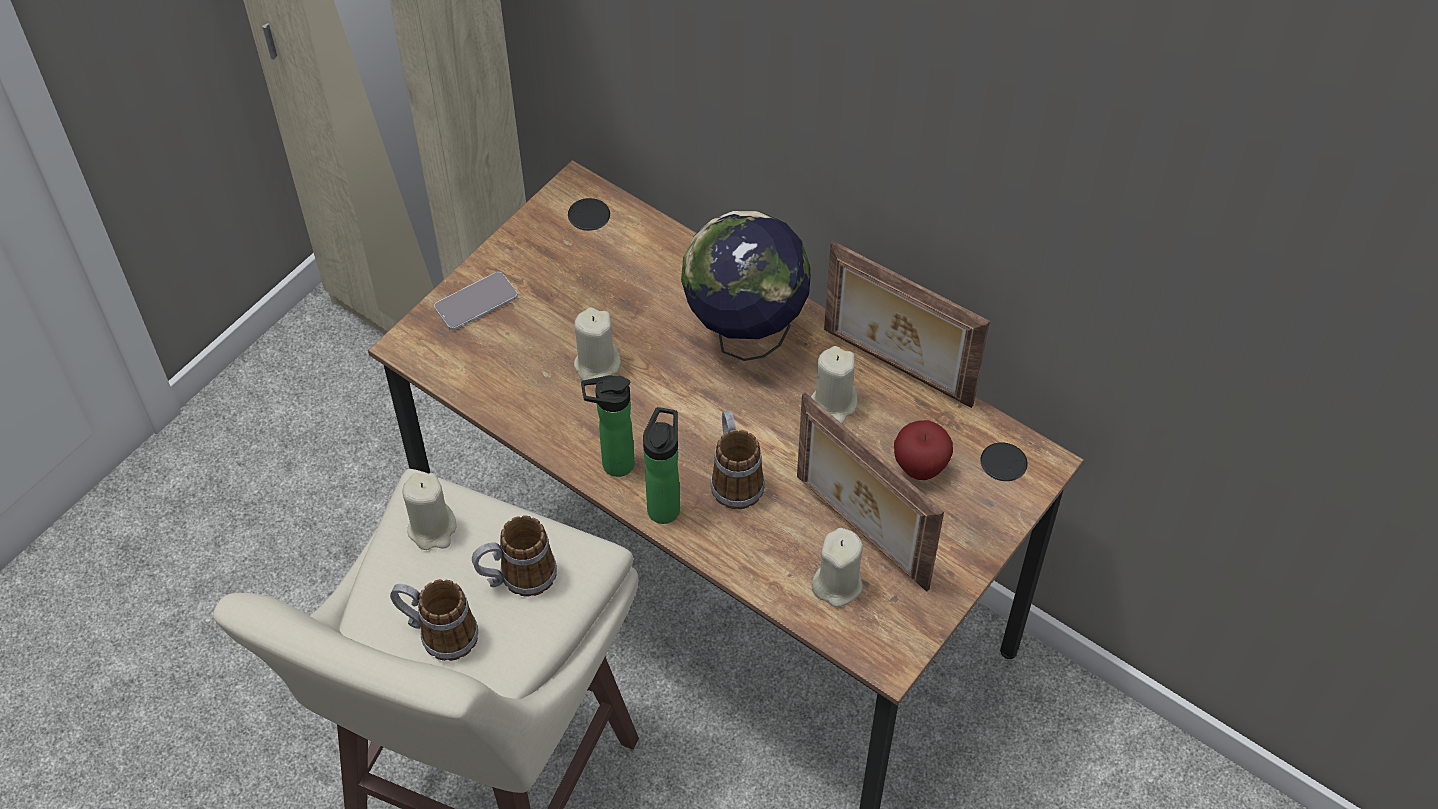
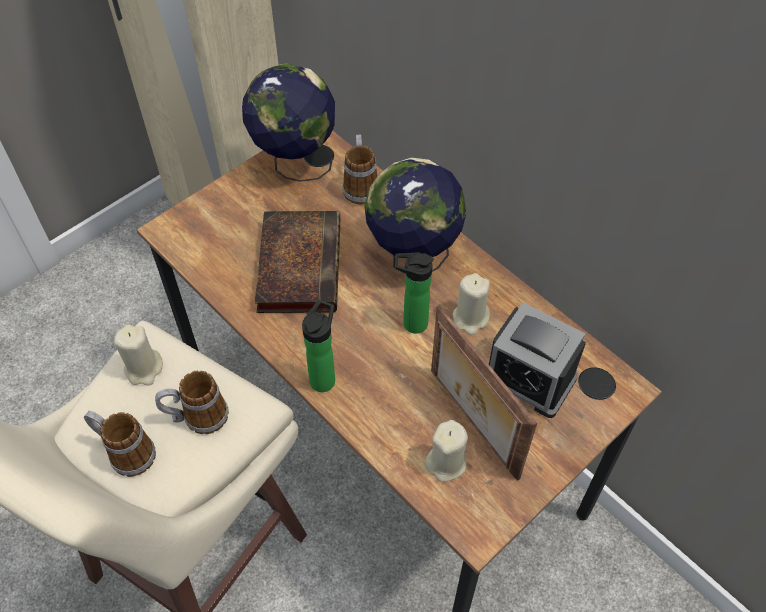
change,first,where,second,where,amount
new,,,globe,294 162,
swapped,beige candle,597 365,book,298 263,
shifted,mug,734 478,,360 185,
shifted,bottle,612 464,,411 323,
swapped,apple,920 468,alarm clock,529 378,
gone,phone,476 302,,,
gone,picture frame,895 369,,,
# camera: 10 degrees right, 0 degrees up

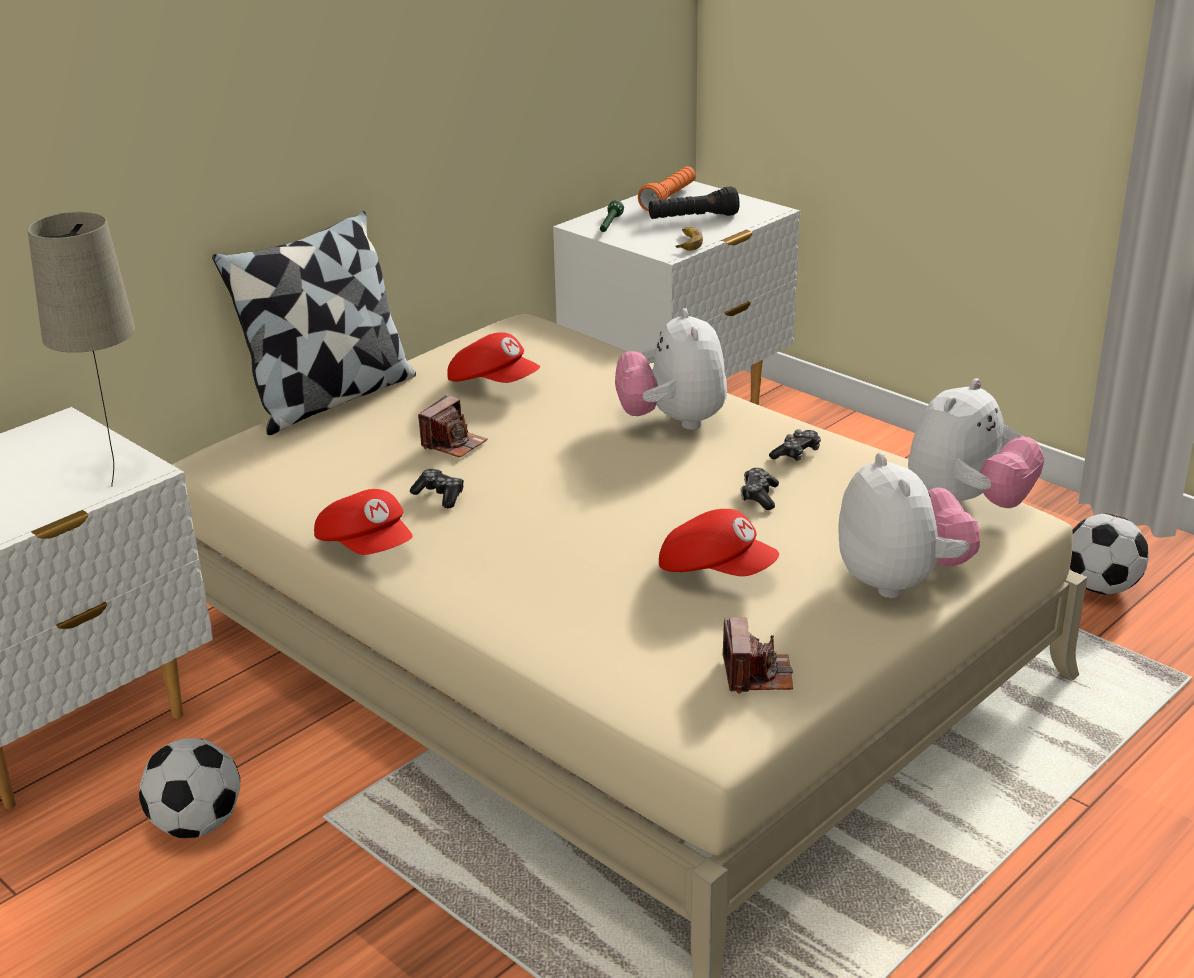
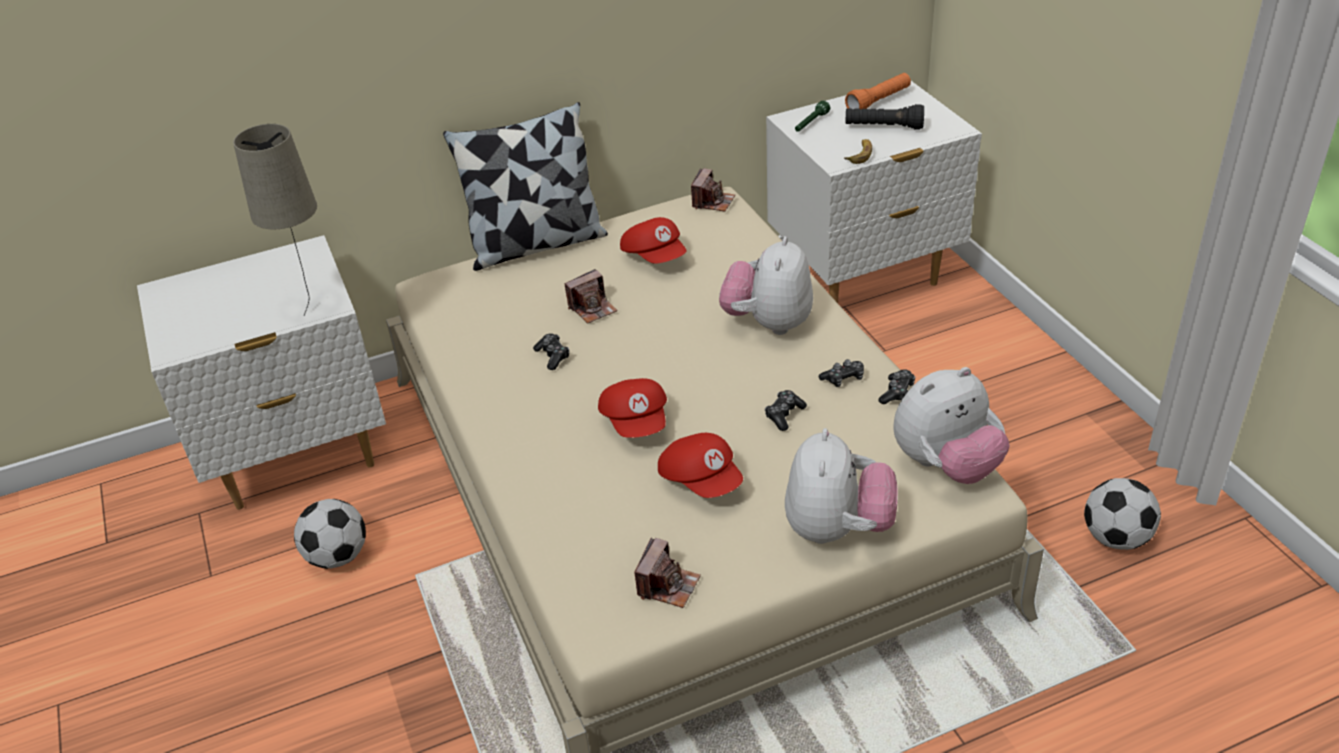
change,first,where,second,where,amount
shifted,red cap,367 547,,637 422,
new,,,photo camera,713 202,
new,,,game controller,897 392,
# camera: 25 degrees right, 10 degrees up

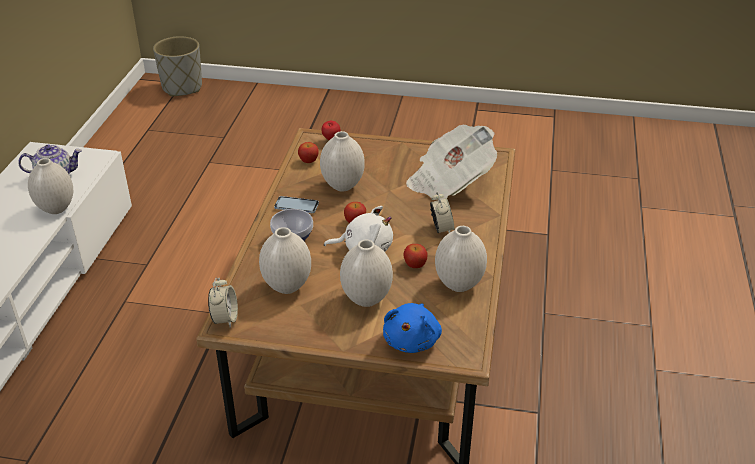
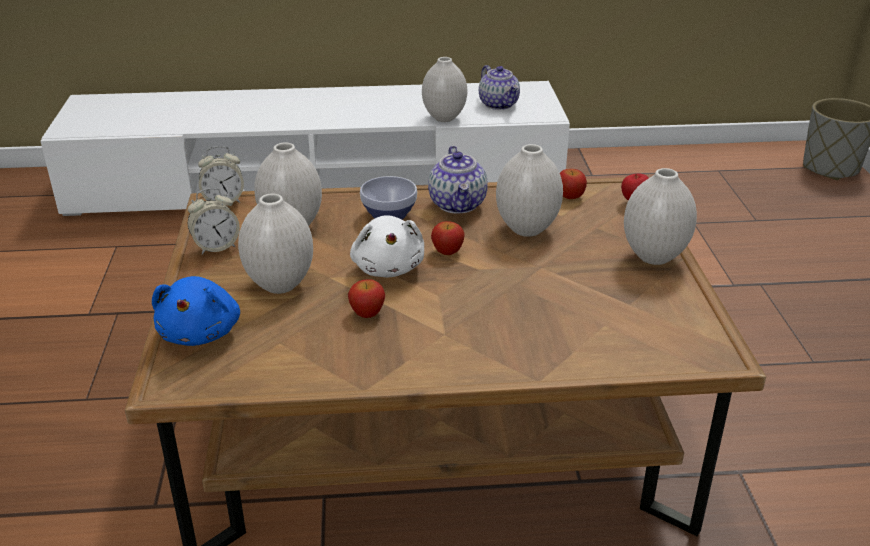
change,first,where,second,where,amount
rotated,blue plush toy,412 340,,201 333,90 degrees counterclockwise
shifted,alarm clock,441 229,,216 247,
swapped,phone,296 206,teapot,458 204,
shifted,white vase,459 285,,654 257,
gone,newspaper,449 181,,,
# camera: 75 degrees right, 5 degrees down

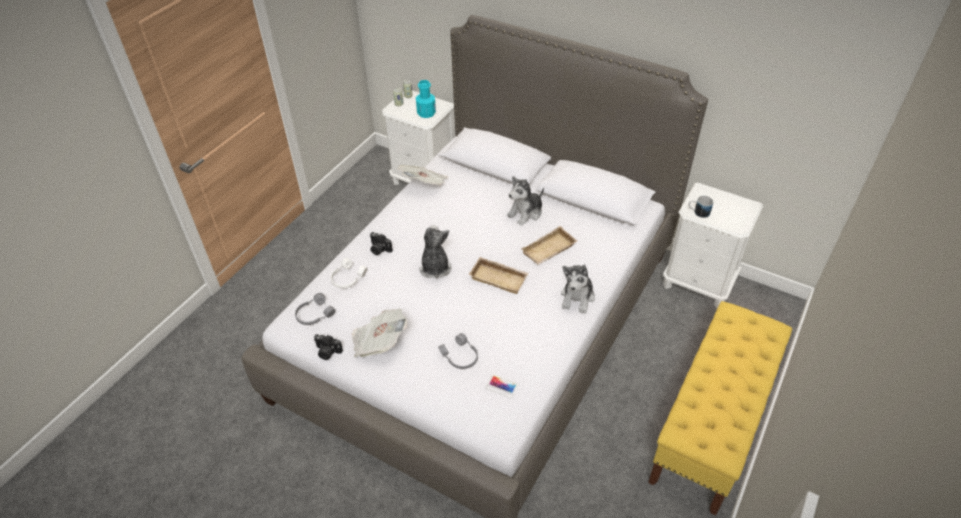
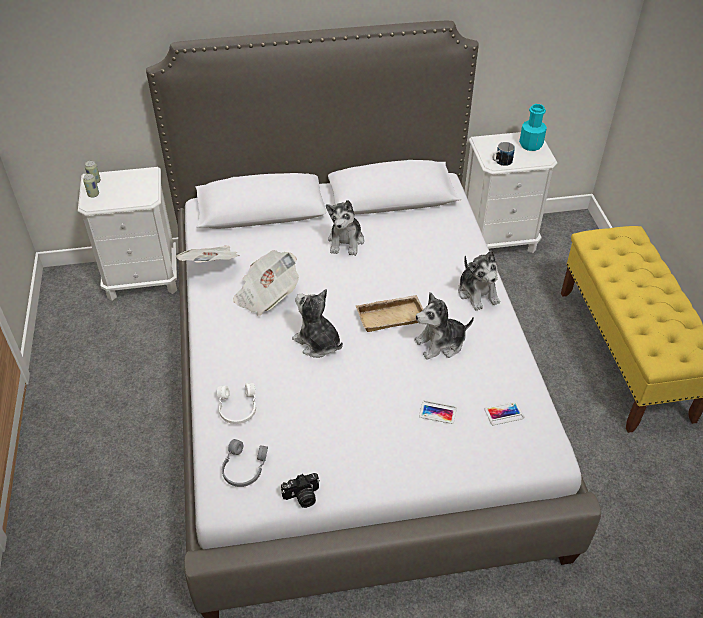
change,first,where,second,where,amount
shifted,newspaper,379 342,,266 295,
new,,,plush toy,441 344,
swapped,grey headphones,460 356,phone,437 412,
shifted,turquoise bottle,426 113,,530 145,
gone,photo camera,379 249,,,
gone,beige tray,549 250,,,
# camera: 40 degrees left, 0 degrees up

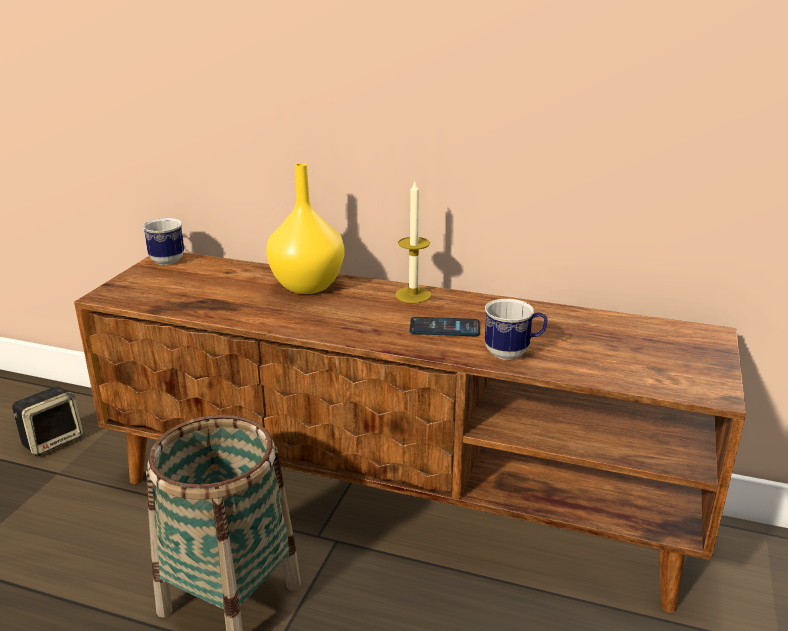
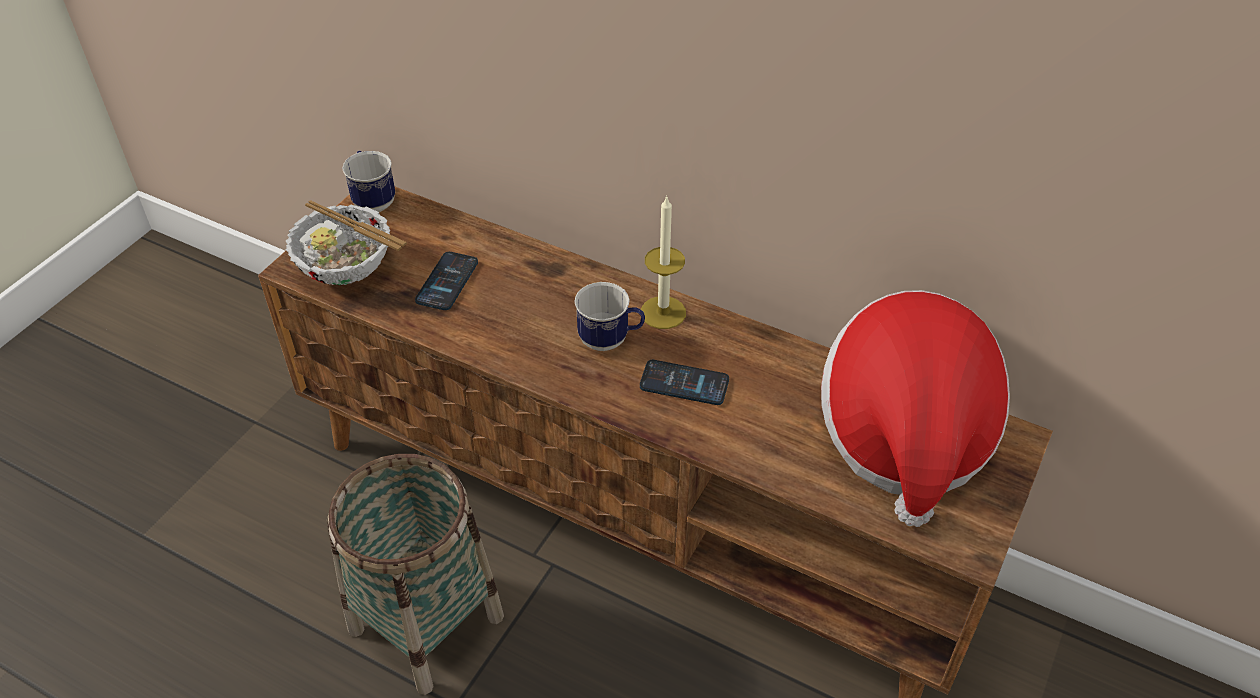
change,first,where,second,where,amount
new,,,bowl,347 268,
new,,,phone,447 282,
shifted,mug,513 353,,610 341,
new,,,hat,904 435,
gone,speaker,53 441,,,
gone,yellow vase,306 285,,,
# camera: 10 degrees right, 20 degrees up

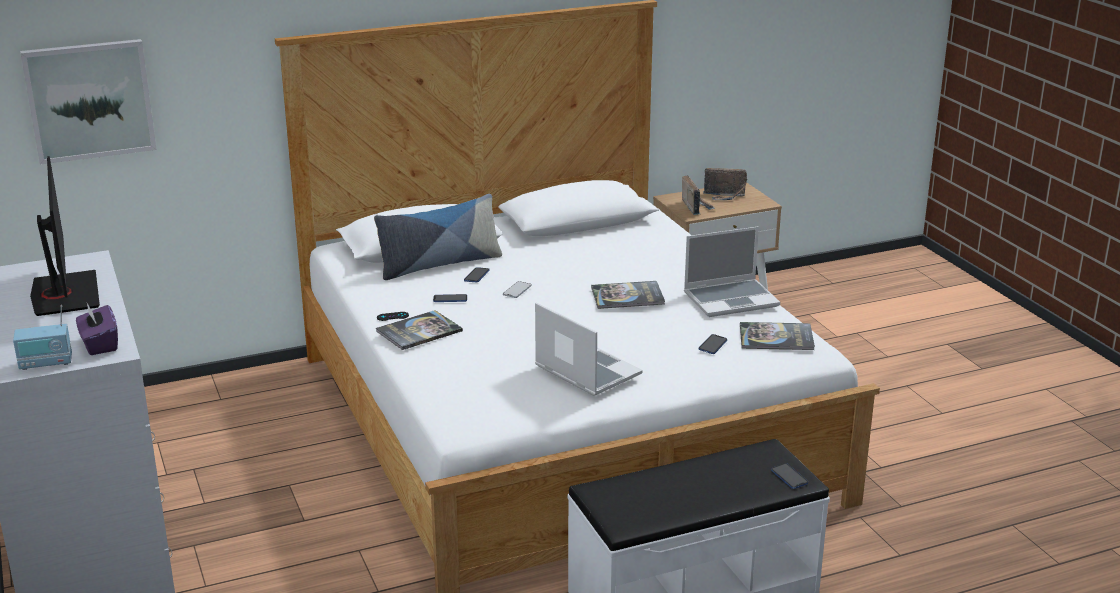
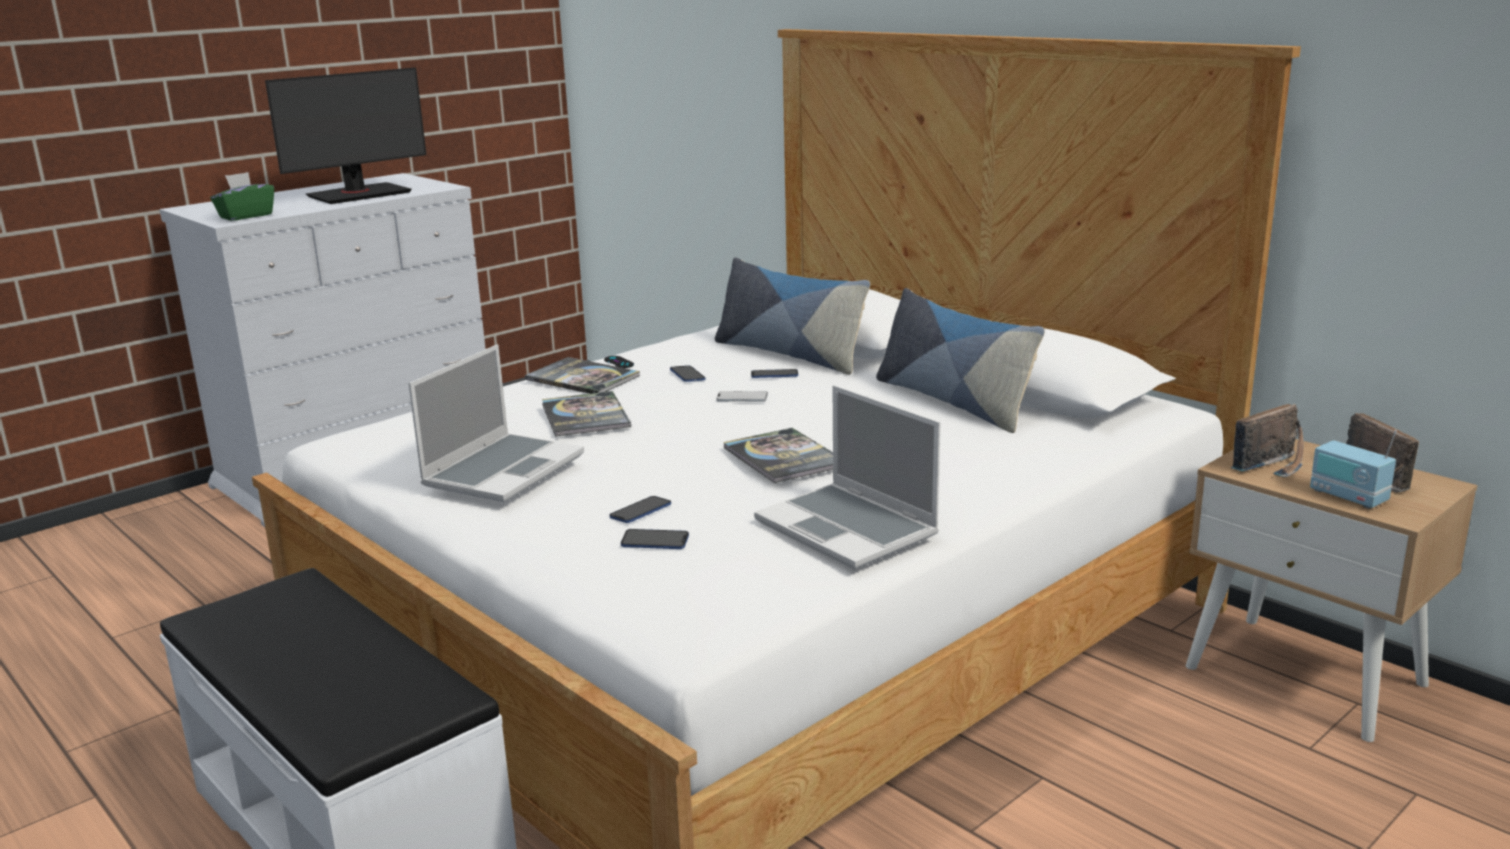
change,first,where,second,where,amount
repainted,purple tissue box,99 344,green tissue box,246 216,
shifted,book,776 337,,585 416,
shifted,phone,789 477,,640 511,
new,,,pillow,953 401,
shifted,radio,46 363,,1348 497,
gone,picture,89 100,,,
# camera: 70 degrees right, 5 degrees down

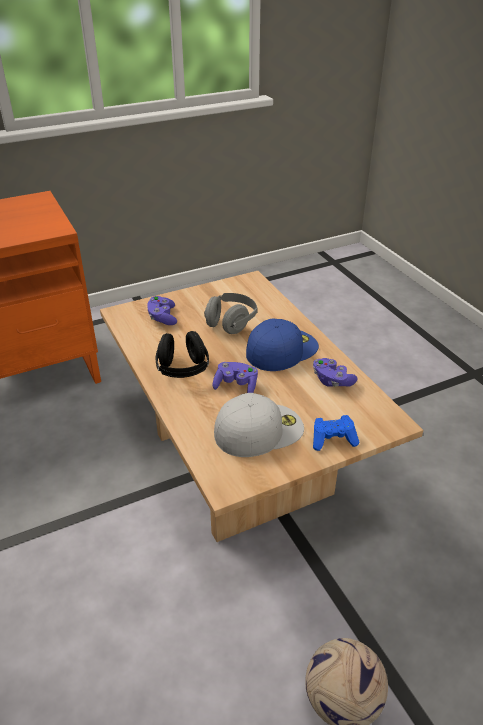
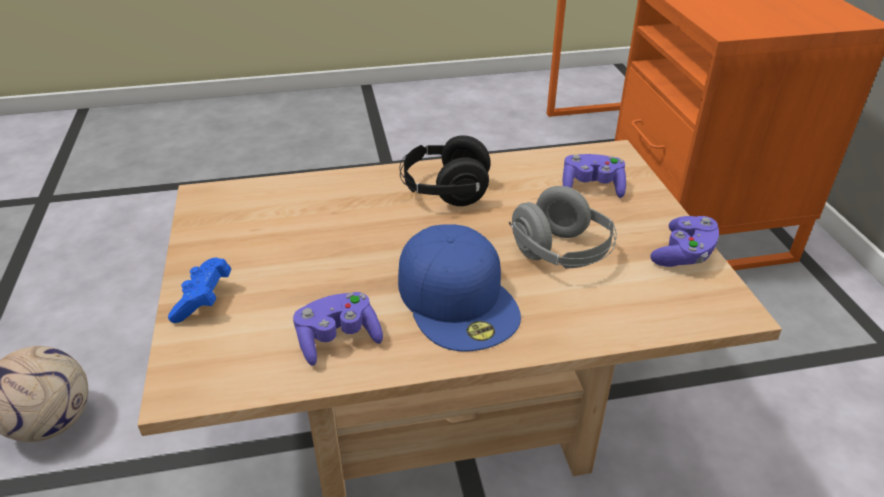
change,first,where,second,where,amount
shifted,purple game controller,236 385,,683 255,
gone,white cap,259 429,,,
# camera: 105 degrees right, 0 degrees up

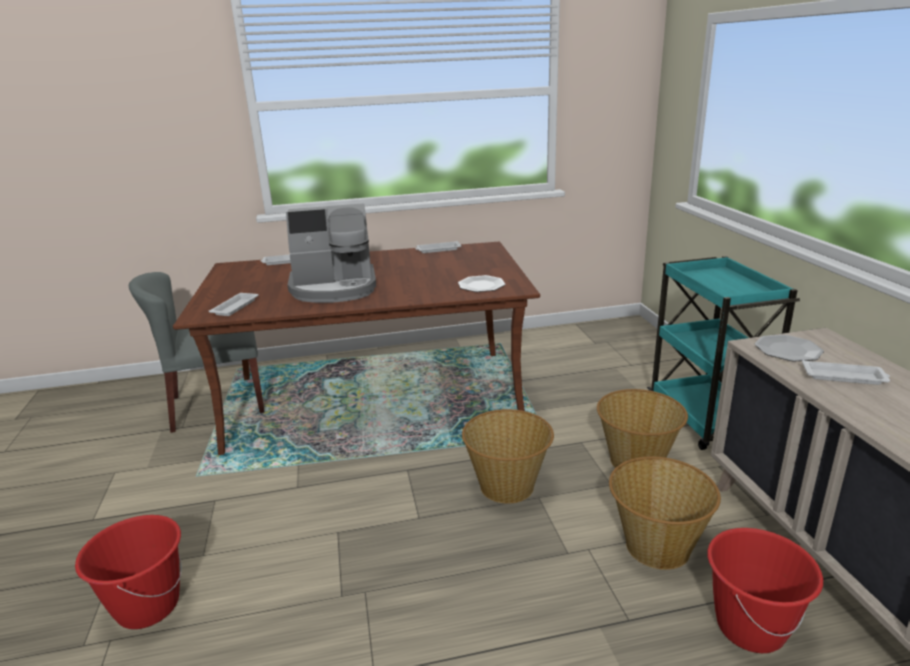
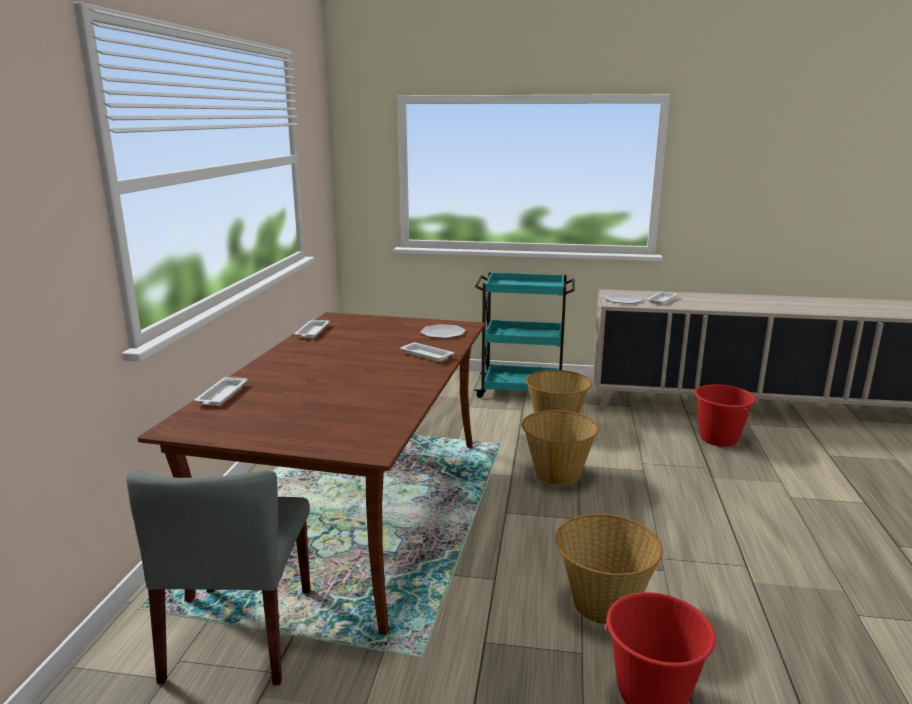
change,first,where,second,where,amount
shifted,white tray,236 307,,426 355,
shifted,basket,656 545,,603 603,
gone,coffee machine,334 288,,,
# camera: 70 degrees left, 5 degrees down

